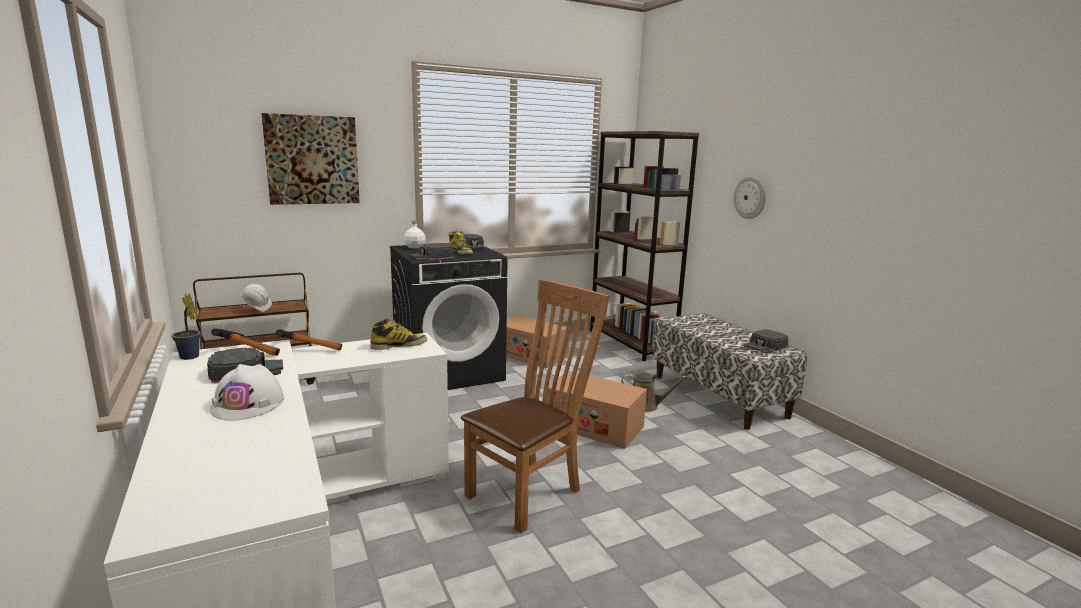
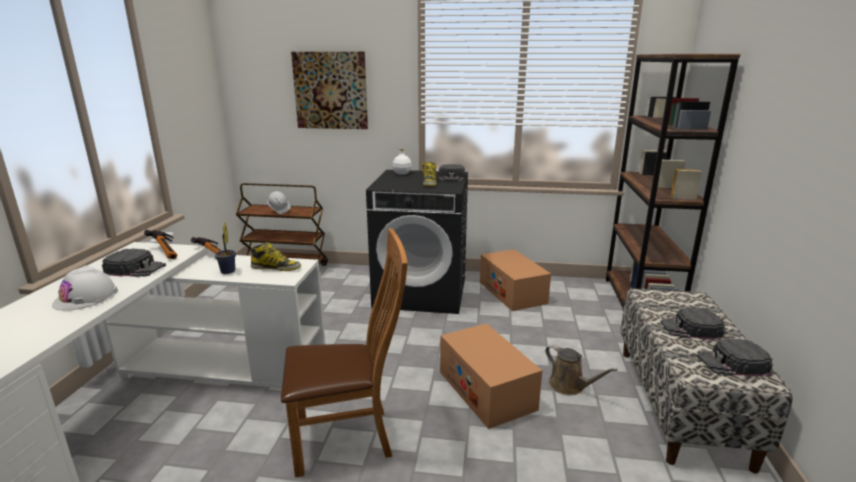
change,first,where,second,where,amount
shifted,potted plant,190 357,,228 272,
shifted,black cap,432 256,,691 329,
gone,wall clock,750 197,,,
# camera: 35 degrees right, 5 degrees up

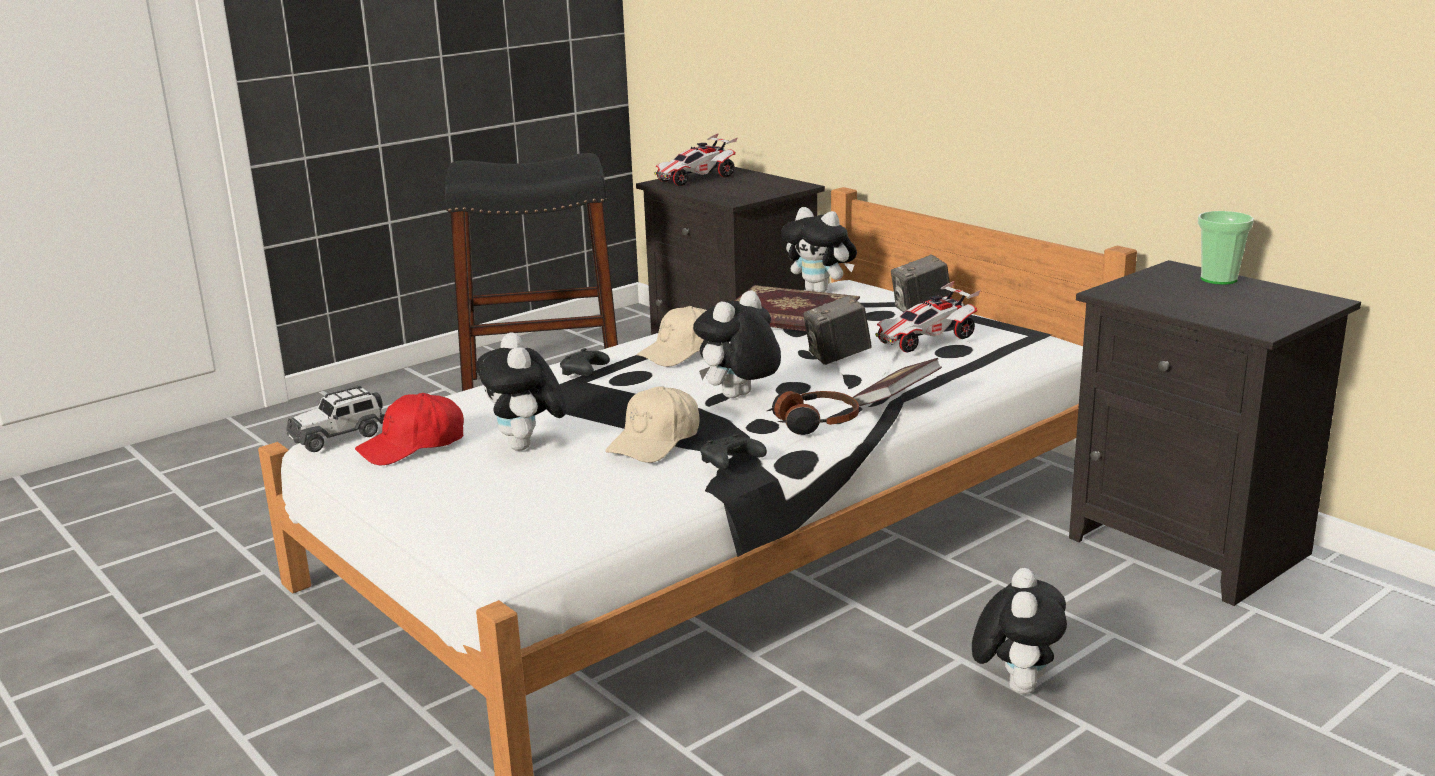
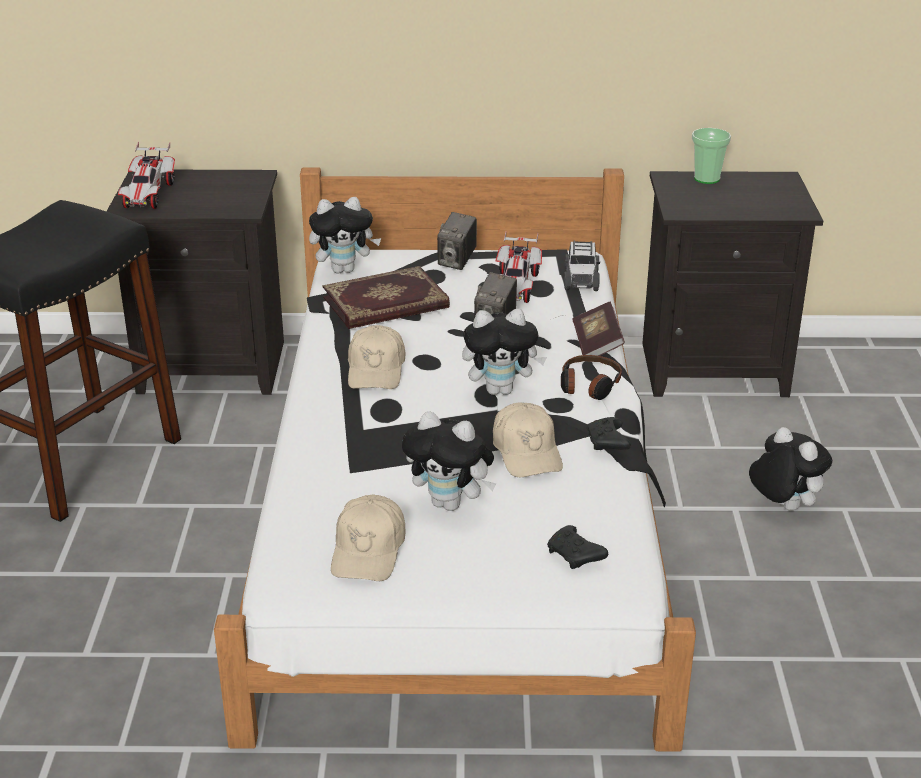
change,first,where,second,where,amount
repainted,red cap,413 446,beige cap,369 550,
rotated,plush toy,739 398,,501 390,90 degrees counterclockwise
shifted,black game controller,584 373,,575 556,
shifted,toy car,338 436,,581 279,
# camera: 50 degrees left, 10 degrees up

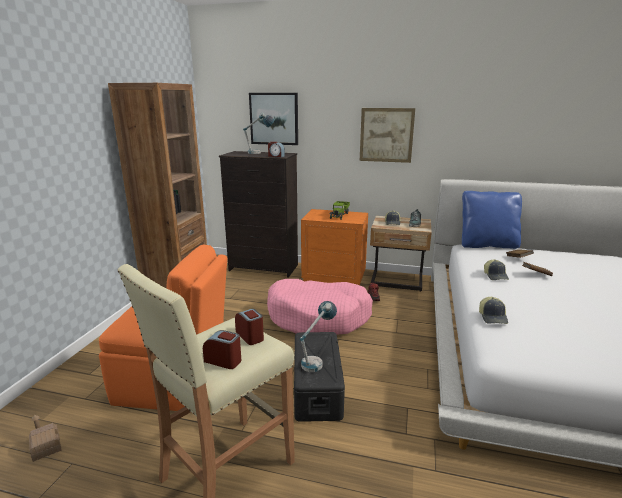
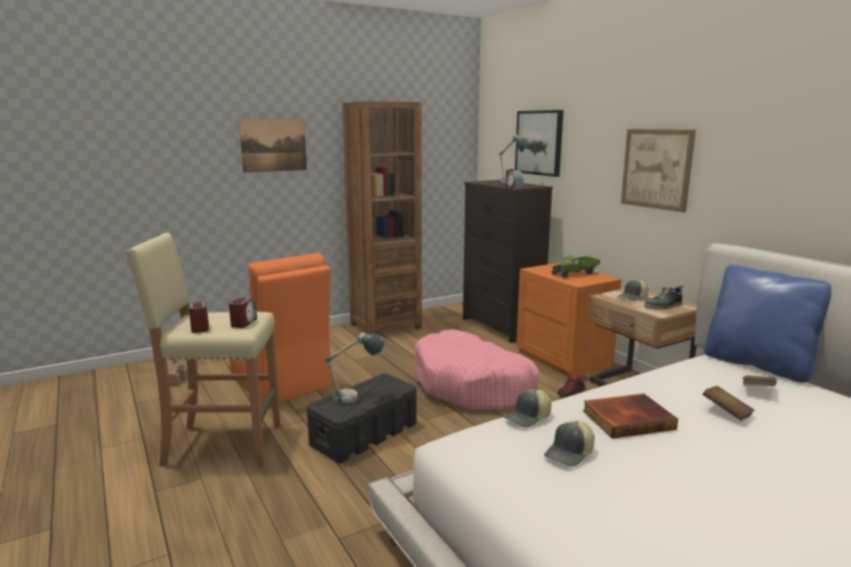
change,first,where,second,where,amount
new,,,picture,273 144,
shifted,cap,495 276,,570 453,
new,,,book,627 419,
# camera: 45 degrees right, 5 degrees down

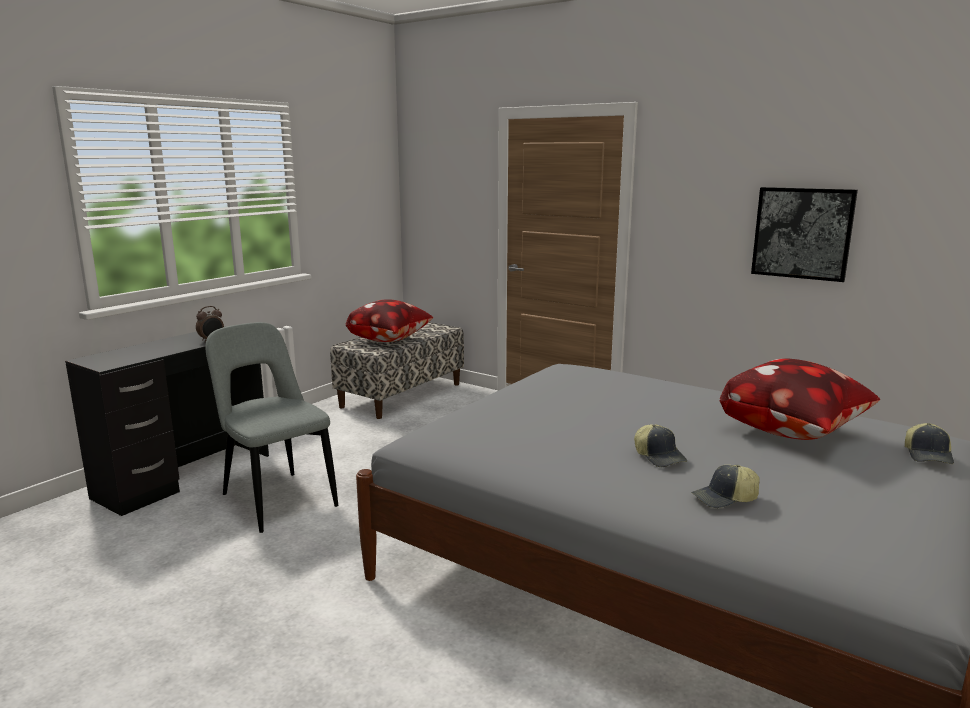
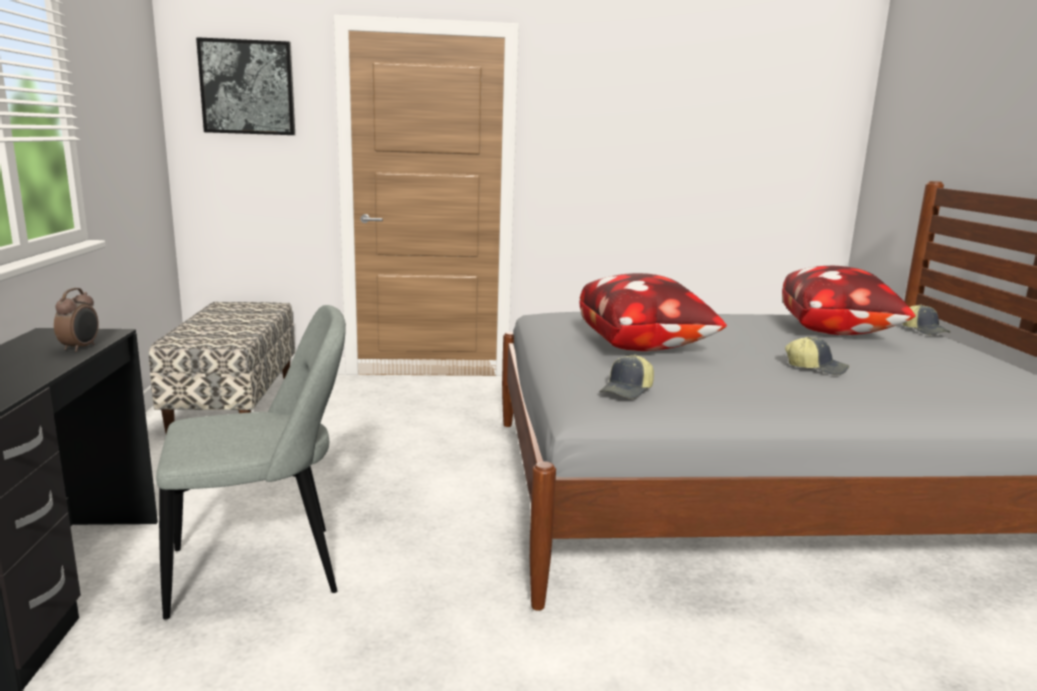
change,first,where,second,where,amount
rotated,grey chair,276 499,,263 570,150 degrees clockwise
shifted,picture,802 233,,248 87,
shifted,pillow,390 340,,644 346,
shifted,cap,725 499,,628 391,
# camera: 40 degrees left, 0 degrees up

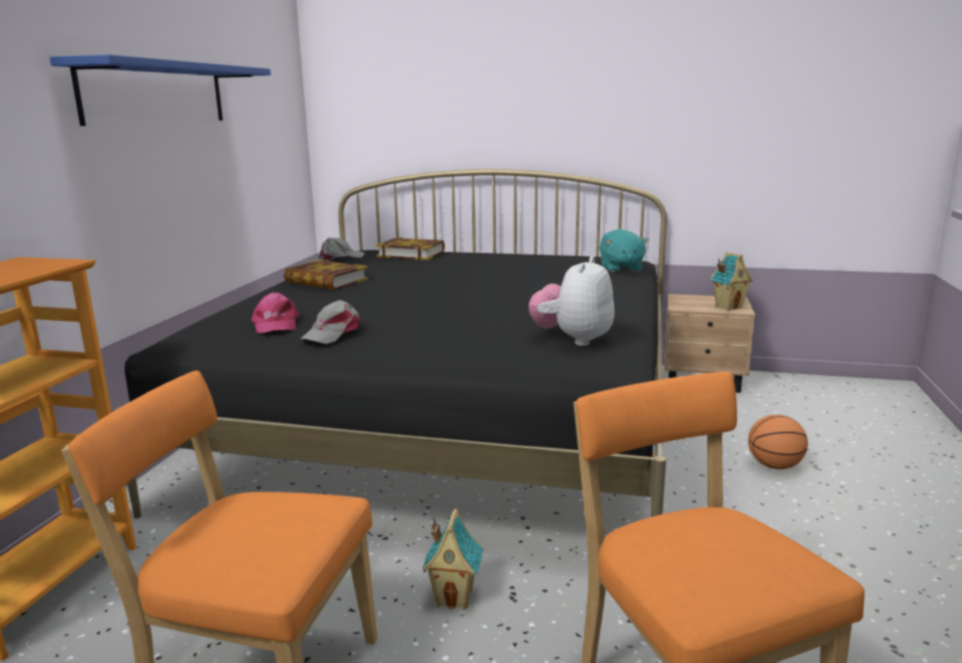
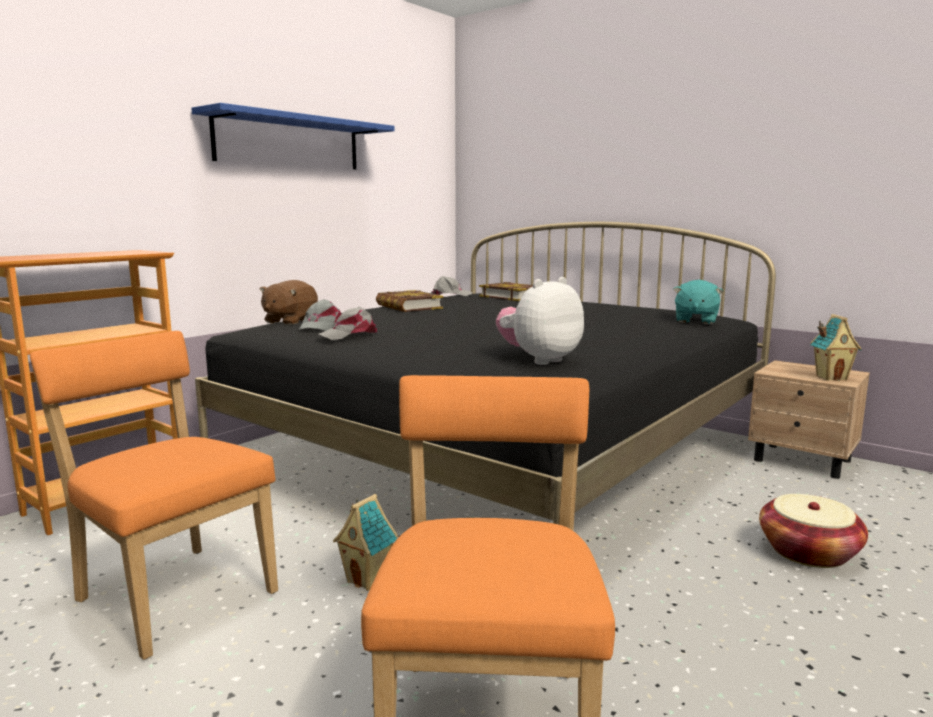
change,first,where,second,where,amount
new,,,brown plush toy,289 321,
repainted,pink cap,275 324,grey cap,320 326,
swapped,basketball,774 466,basket,808 552,
# camera: 25 degrees right, 5 degrees down

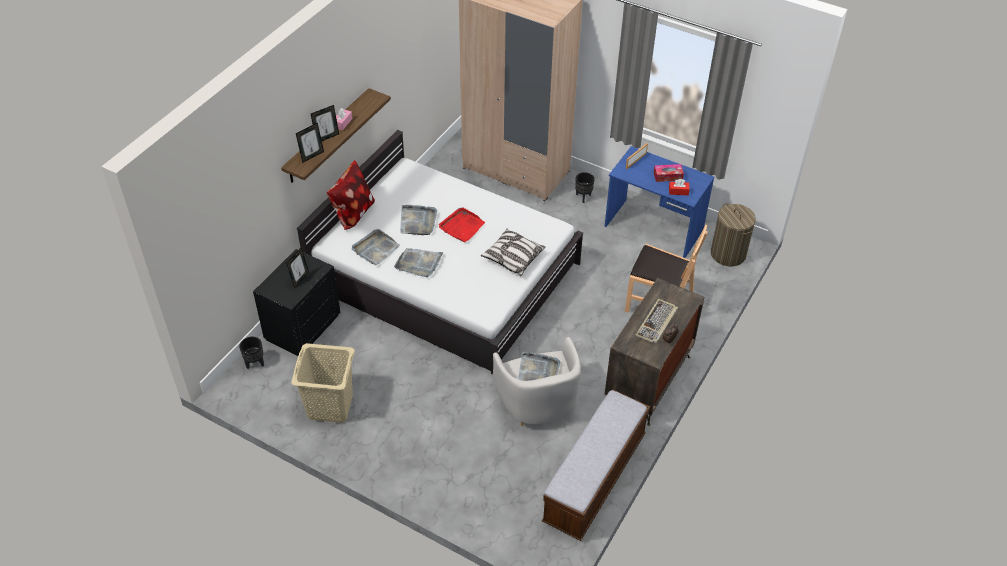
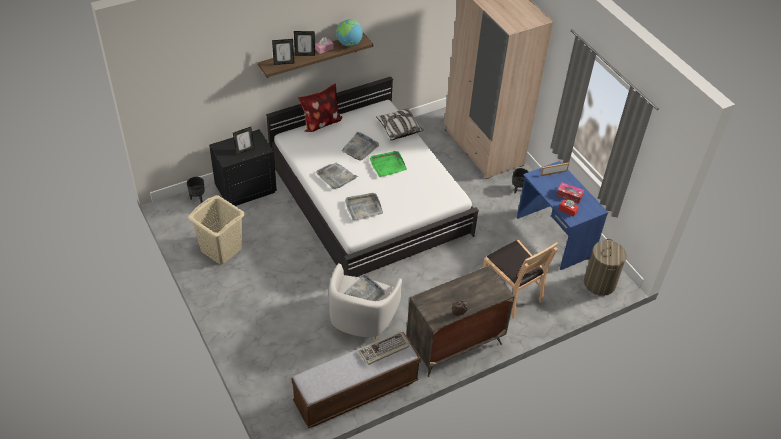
change,first,where,second,where,amount
new,,,globe,349 44,
shifted,grey tray,375 249,,363 208,
shifted,keyboard,657 323,,384 350,
repainted,red tray,461 226,green tray,387 165,
shifted,pillow,513 258,,399 129,
# camera: 30 degrees right, 0 degrees up

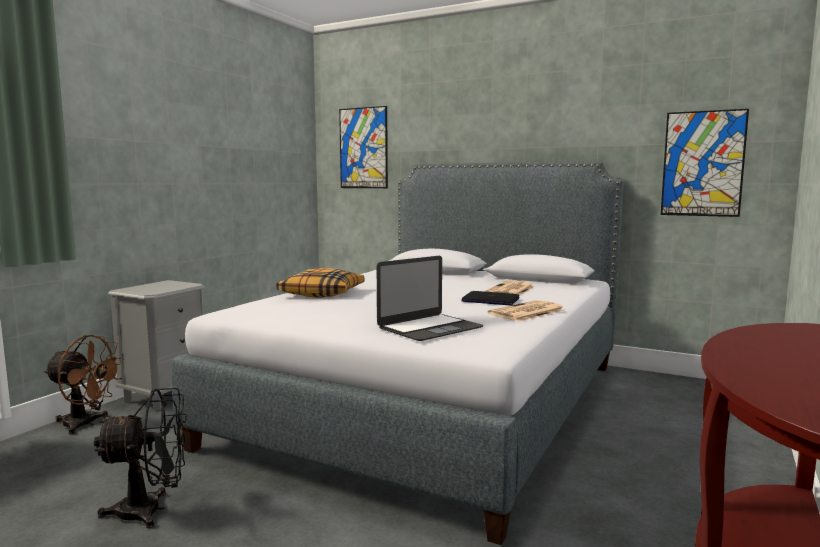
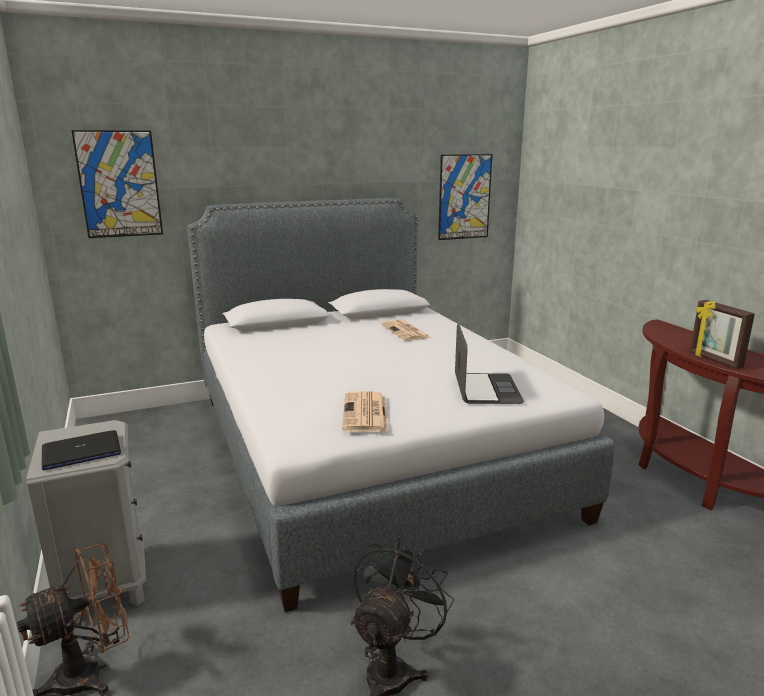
change,first,where,second,where,amount
shifted,laptop,490 300,,81 452,
shifted,newspaper,526 312,,365 413,
new,,,picture frame,714 360,
gone,pillow,322 293,,,
# camera: 50 degrees left, 10 degrees up

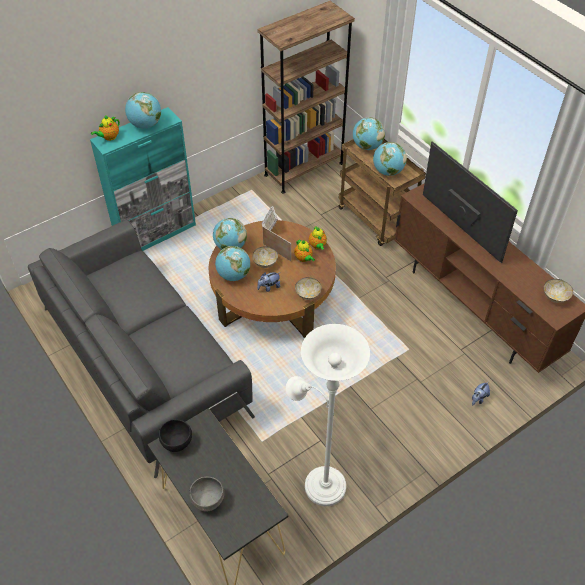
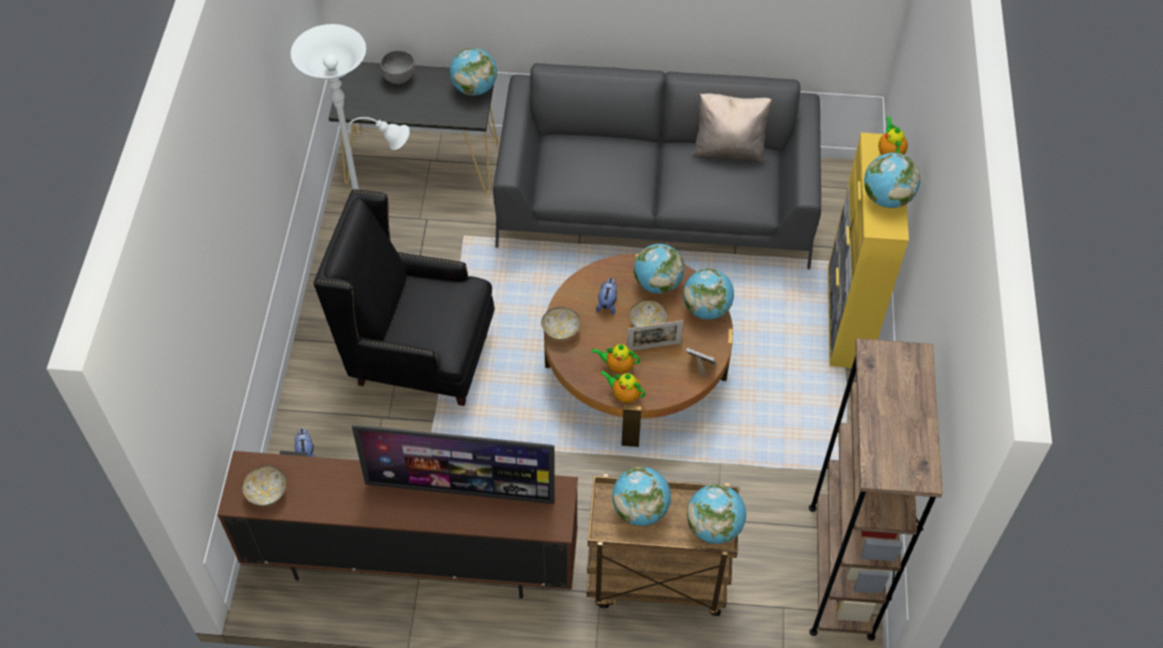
change,first,where,second,where,amount
new,,,black armchair,420 359,
swapped,black bowl,176 443,globe,474 88,
new,,,beige pillow,728 150,
repainted,turquoise cabinet,157 234,yellow cabinet,847 318,
# camera: 130 degrees right, 5 degrees up

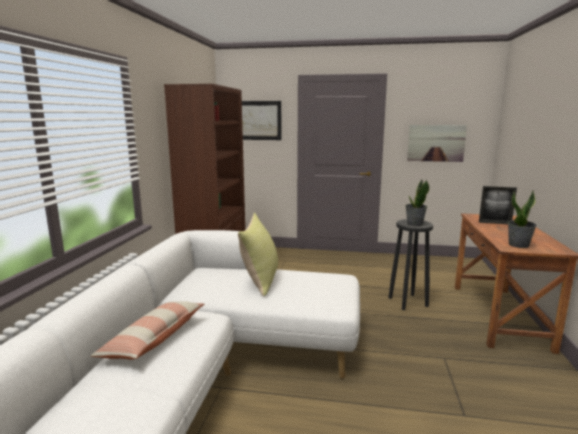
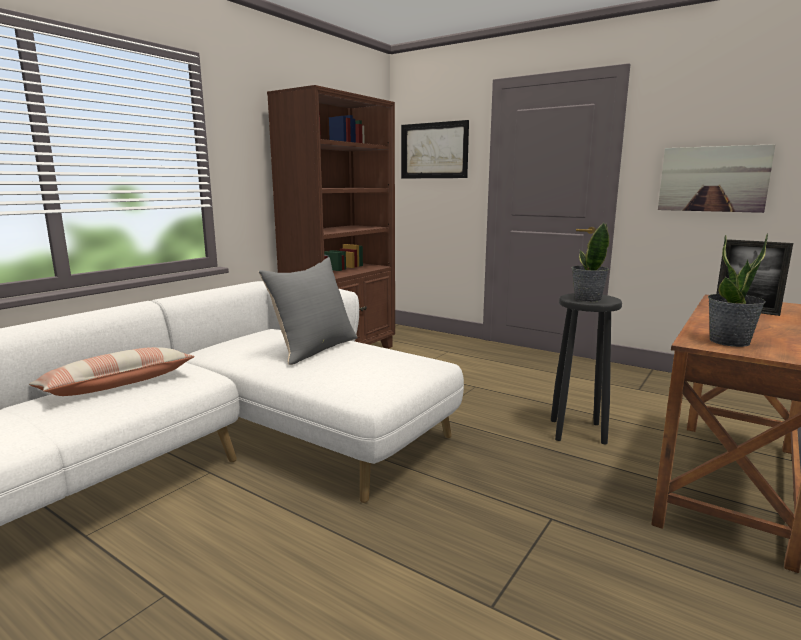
change,first,where,second,where,amount
repainted,yellow pillow,260 280,grey pillow,314 349,
# camera: 25 degrees right, 0 degrees up

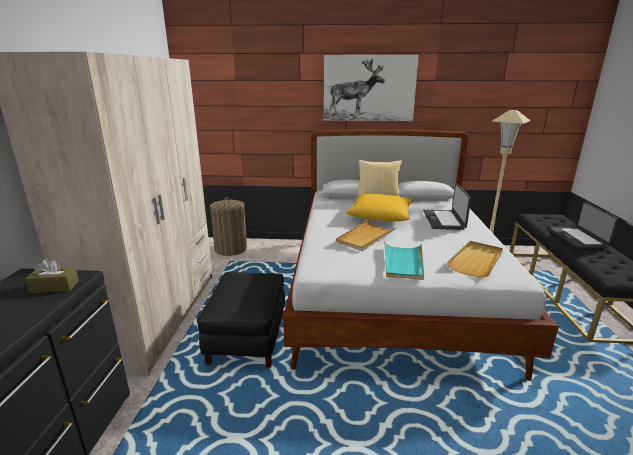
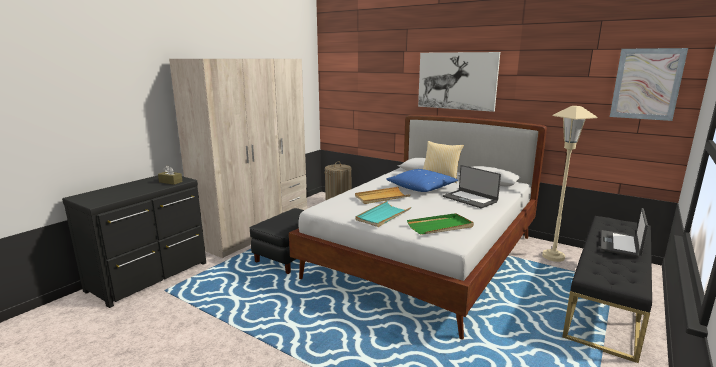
change,first,where,second,where,amount
repainted,yellow pillow,380 216,blue pillow,421 188,
repainted,beige tray,476 261,green tray,440 226,
rotated,laptop,444 220,,470 199,75 degrees counterclockwise
new,,,picture,646 84,
# camera: 30 degrees right, 5 degrees down

